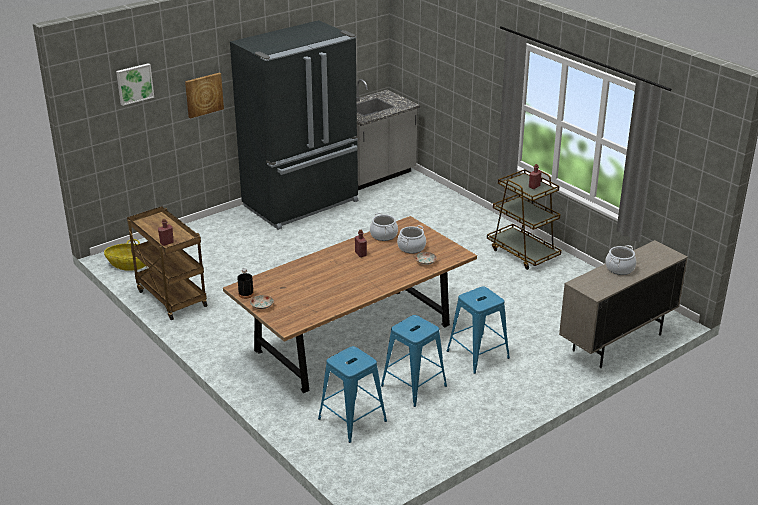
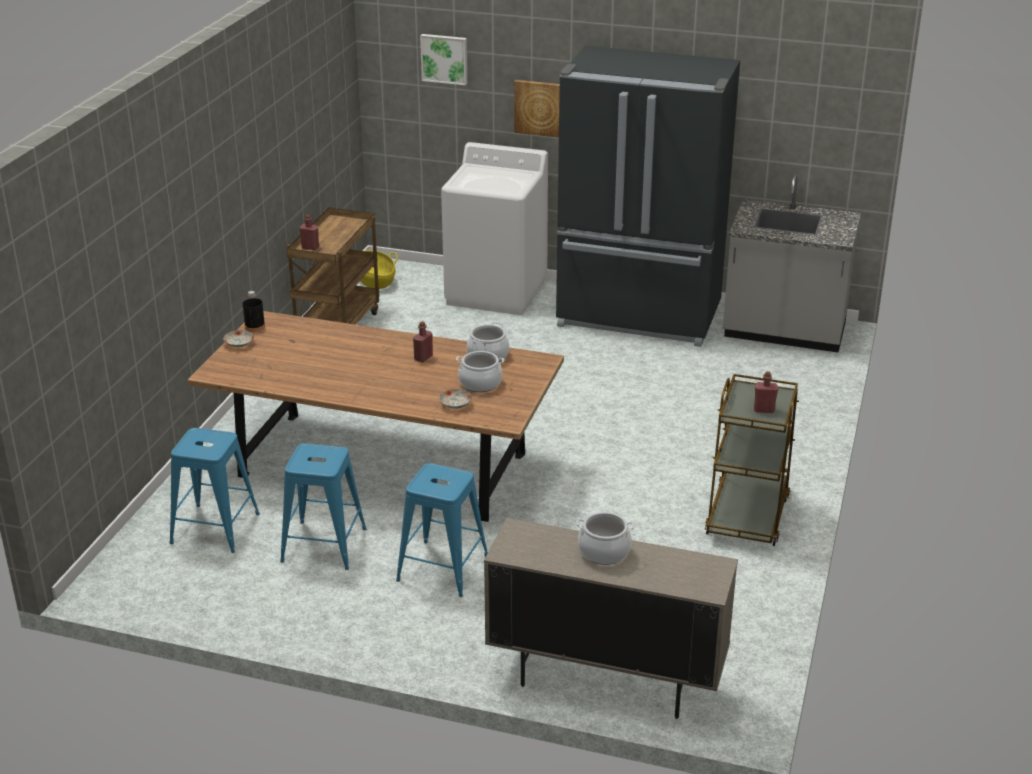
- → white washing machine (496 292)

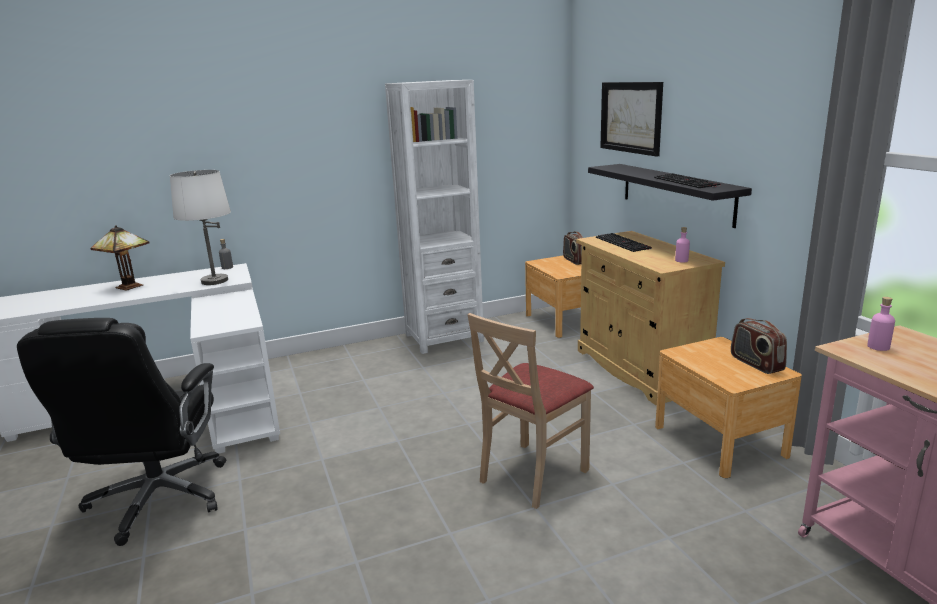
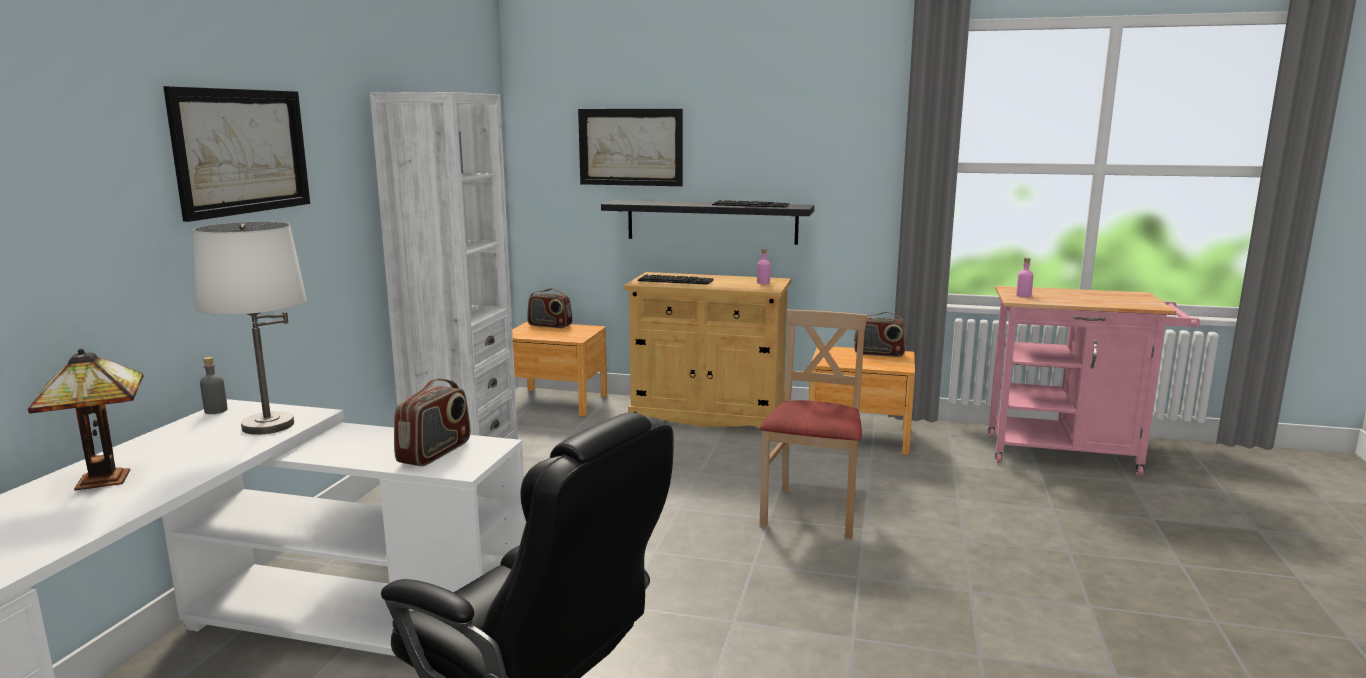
beige-coloured chair (532 474) → beige-coloured chair (812 512), 150 degrees counterclockwise
- → wall art (241 151)
- → radio (435 452)

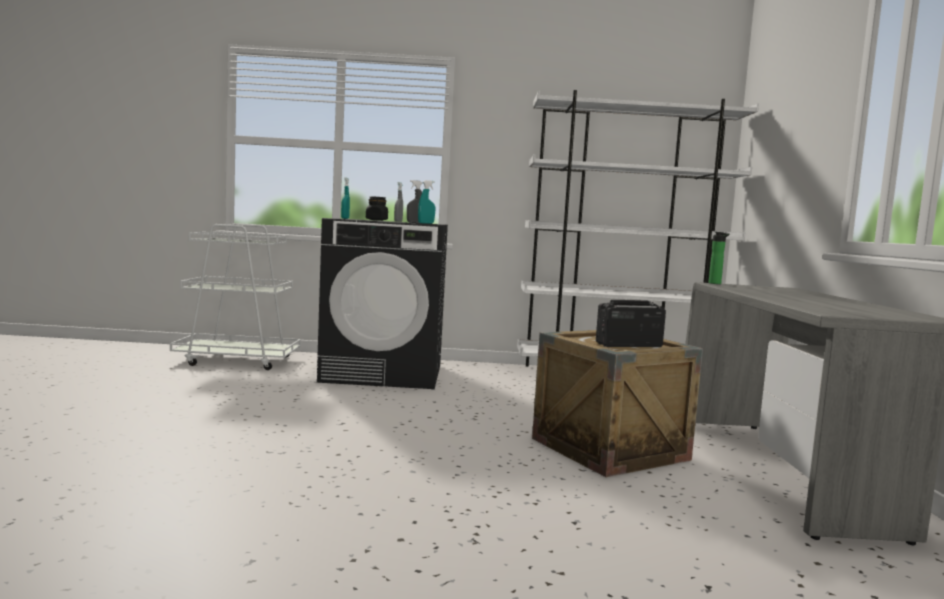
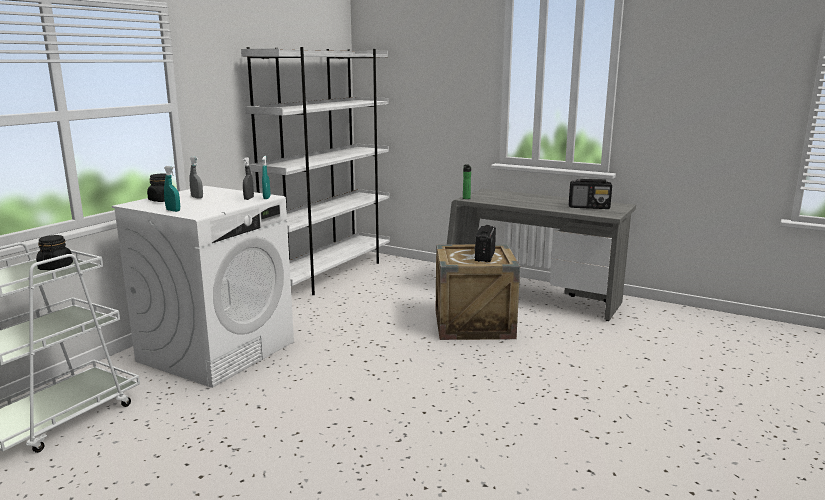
black-coloured washing machine (384 373) → white washing machine (217 351)
- → black-coloured storage jar (56 267)
- → radio (589 207)

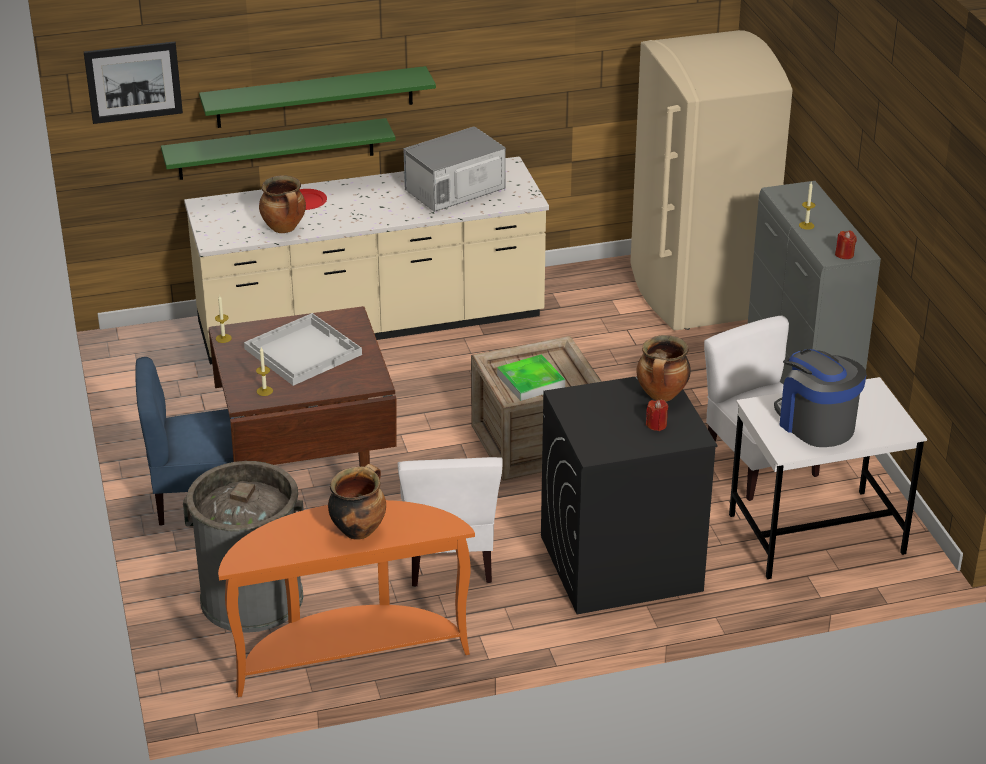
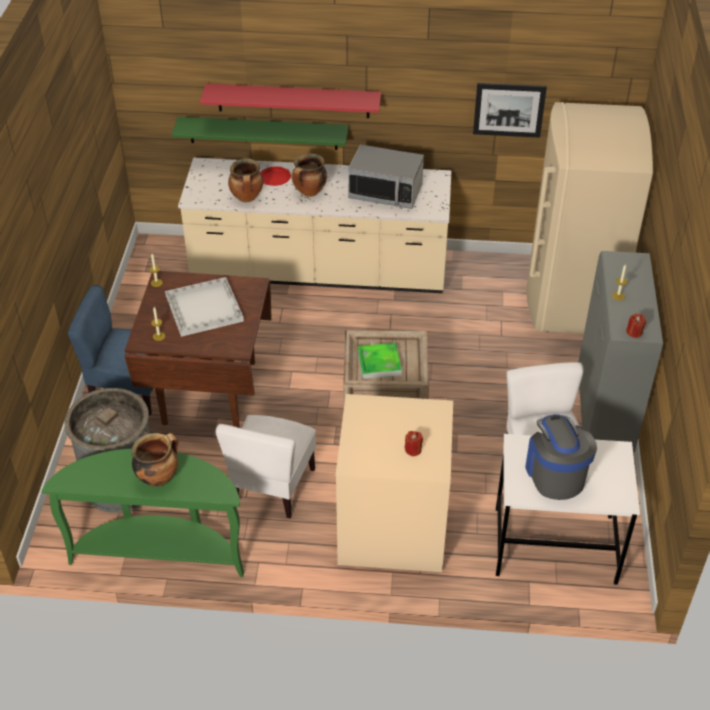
wall art (133 82) → wall art (509 109), shifted
green bracket shelf (315 97) → reddish bracket shelf (293 100)
orange-coloured hall table (348 654) → green hall table (160 551)
microwave oven (455 192) → microwave oven (385 192), 150 degrees counterclockwise
black-coloured washing machine (619 563) → beige-coloured washing machine (391 528)
cooking pot (662 395) → cooking pot (309 192), shifted

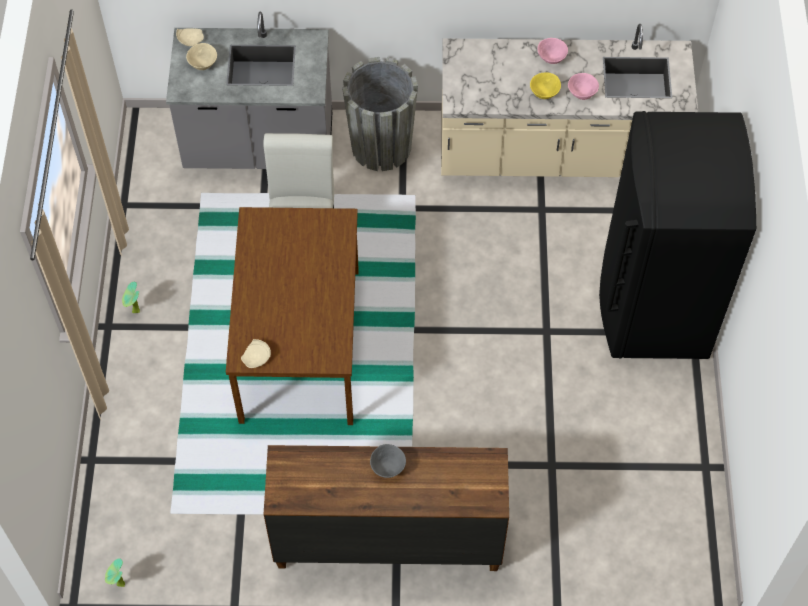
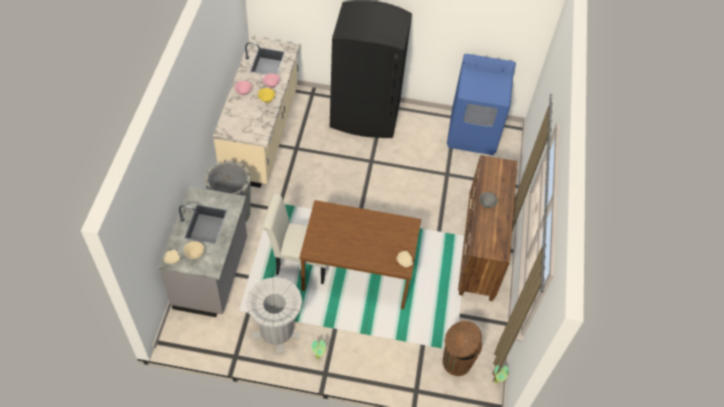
- → greyish rubbish bin (276 331)
- → brown rubbish bin (455 362)
- → bluish washing machine (473 133)

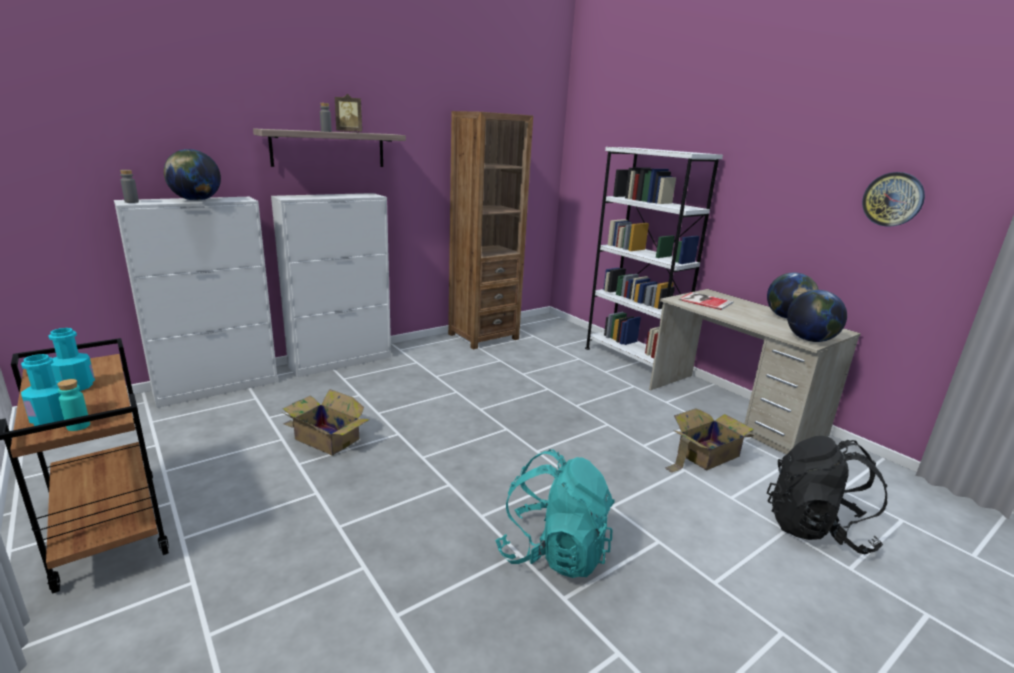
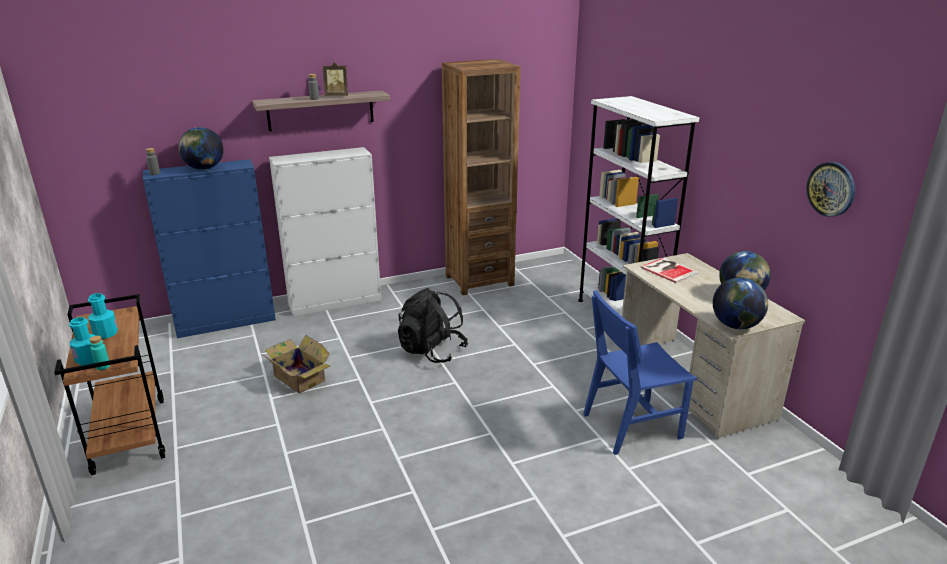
white cabinet (218 387) → bluish cabinet (226 322)
turquoise knapsack (553 552) → -
carton (705 455) → bluish chair (631 426)
black-coloured knapsack (816 529) → black-coloured knapsack (432 351), shifted

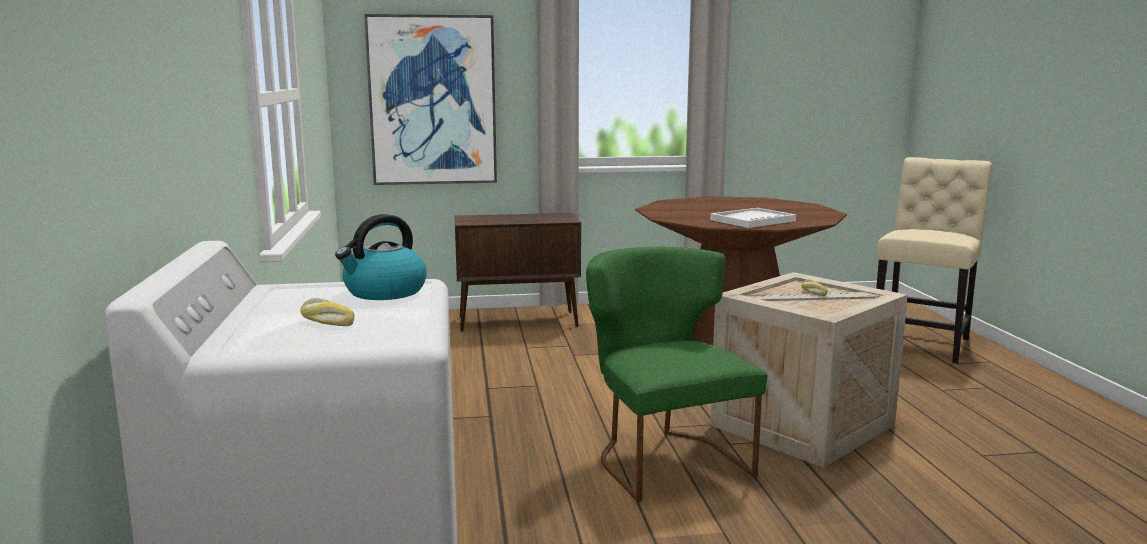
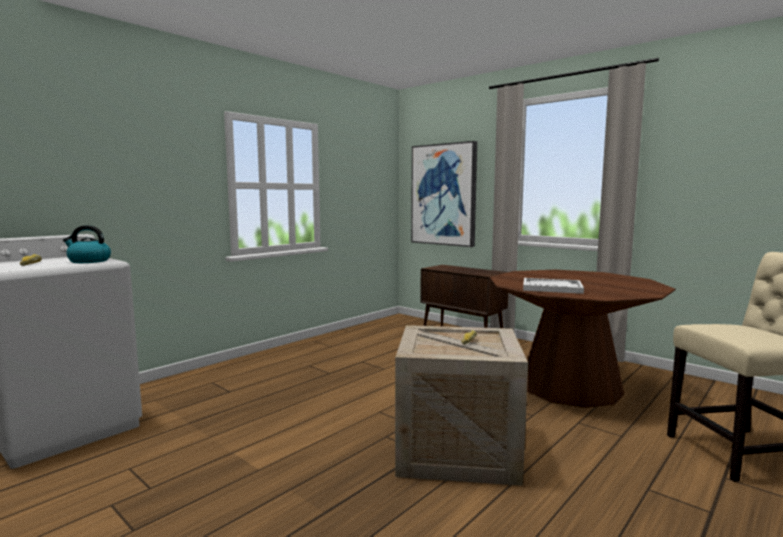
green chair (664 459) → -

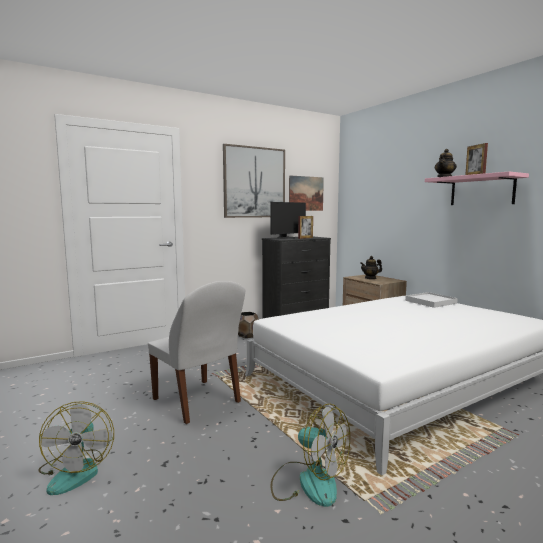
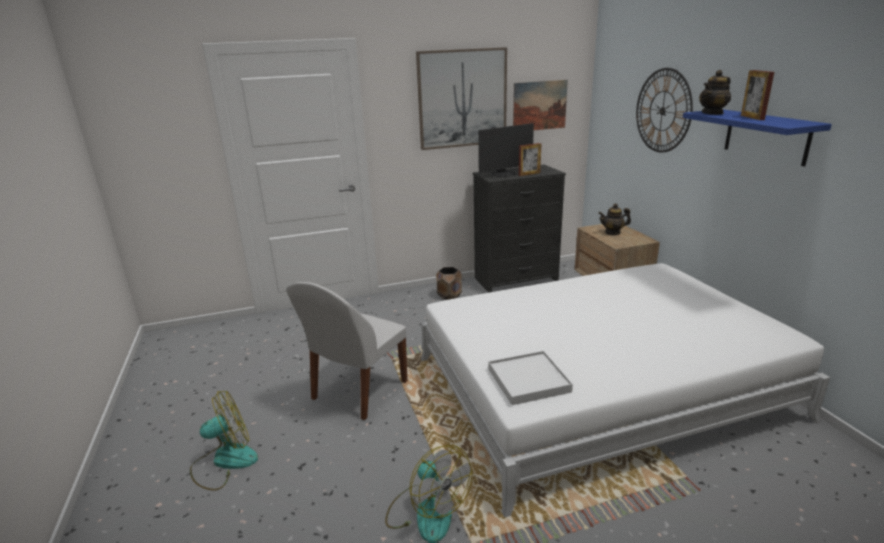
electric fan (77 471) → electric fan (224 462), 120 degrees counterclockwise
white chair (197 401) → white chair (358 391), 60 degrees clockwise
white serving tray (431 302) → white serving tray (528 380), shifted
pinkish bracket shelf (482 190) → bluish bracket shelf (766 136)
- → clock on the wall (662 111)

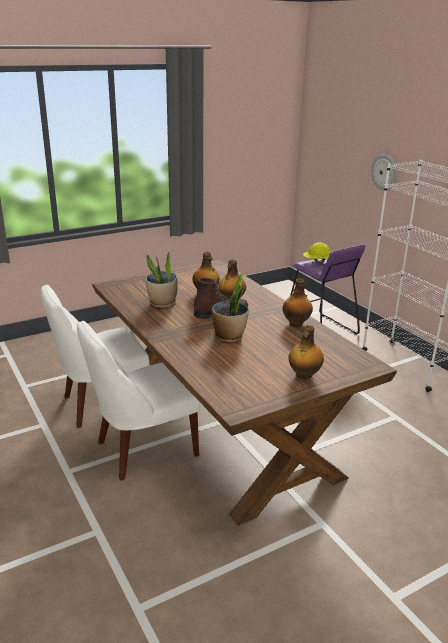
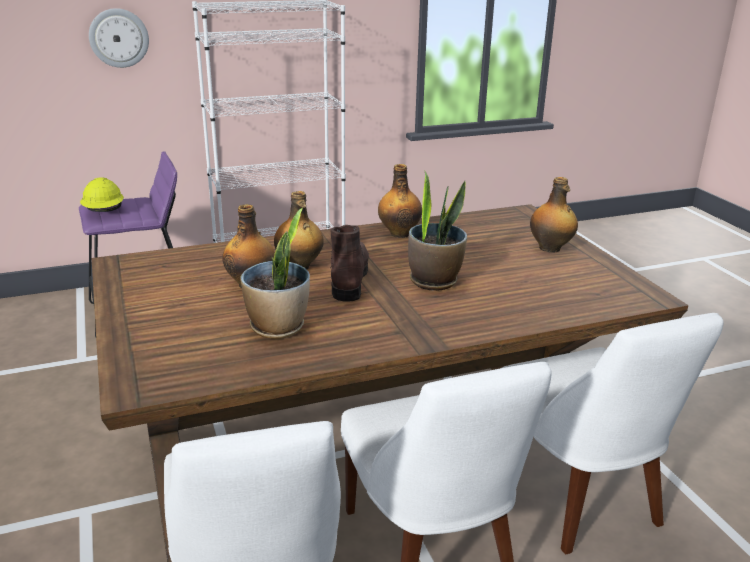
- → white chair (578 497)

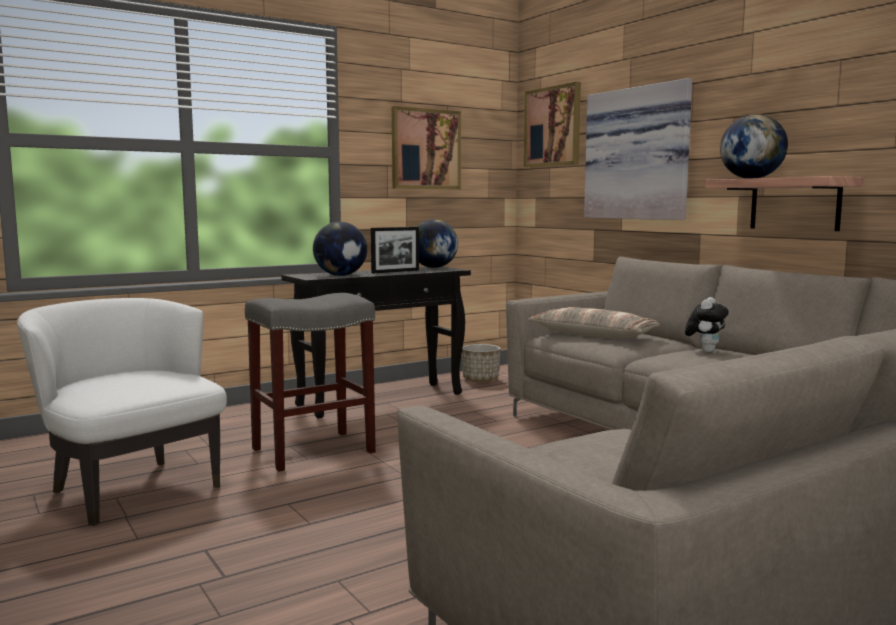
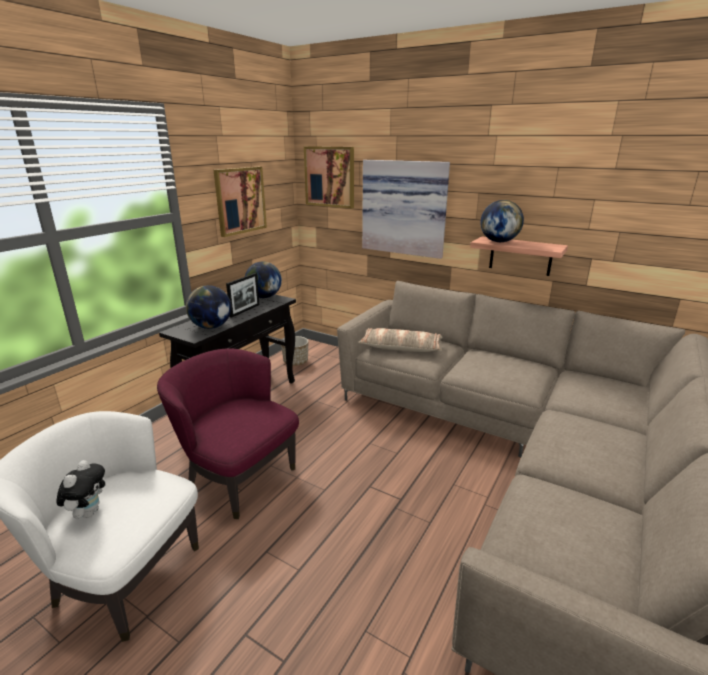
greyish sitting stool (314 450) → purplish armchair (238 477)
soft toy (705 351) → soft toy (88 512), shifted

